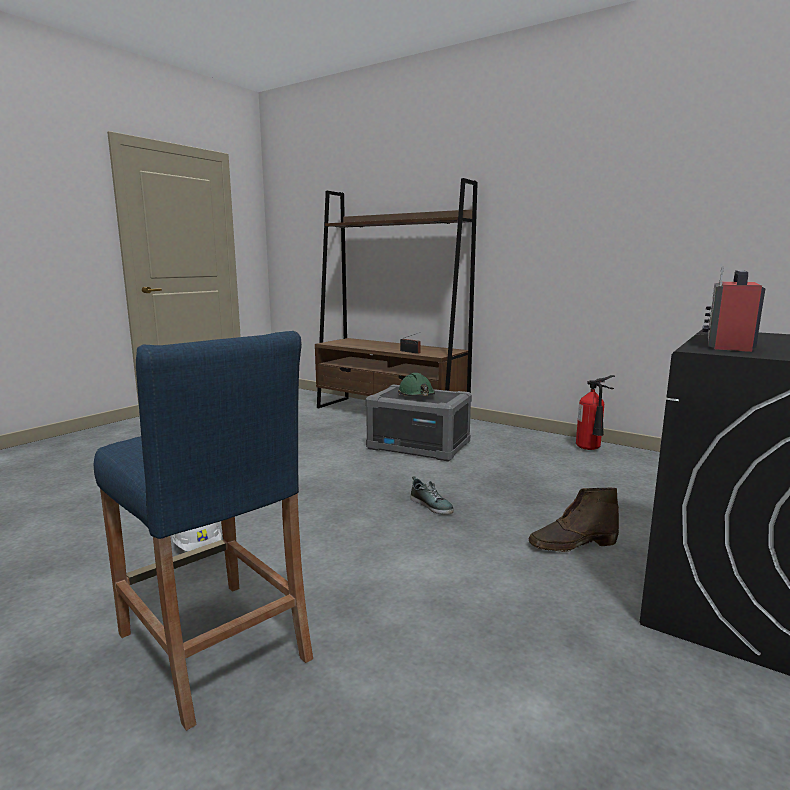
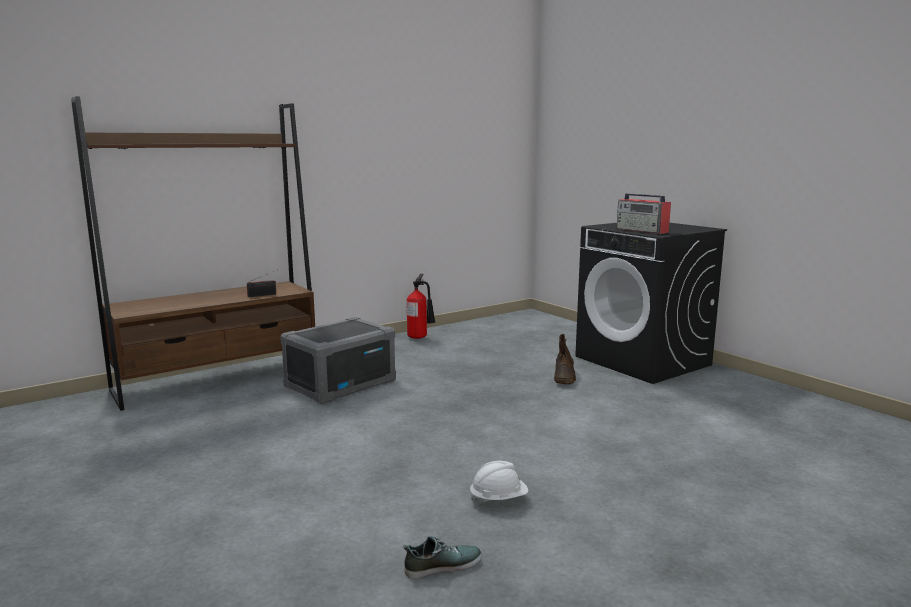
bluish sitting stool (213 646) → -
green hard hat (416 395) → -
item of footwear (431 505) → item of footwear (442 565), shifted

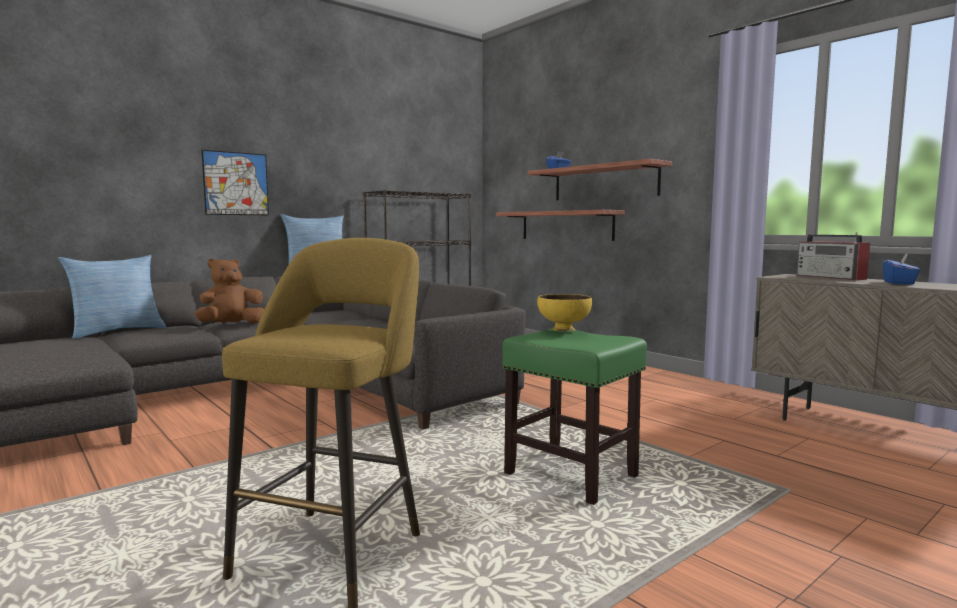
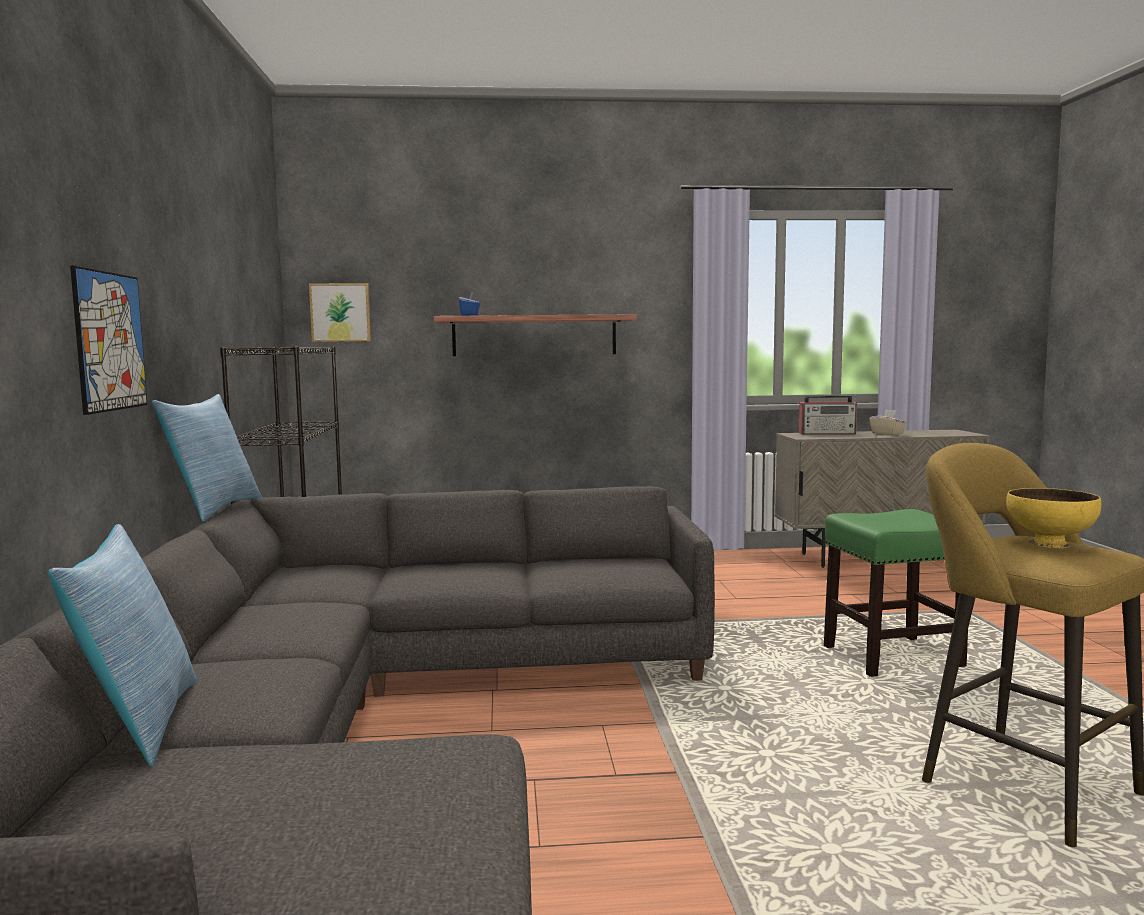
brown soft toy (231 325) → -
bracket shelf (566 225) → -
yellow serving bowl (564 329) → yellow serving bowl (1050 544), shifted
bluish tissue holder (899 283) → beige-coloured tissue holder (887 434)
- → wall art (341 312)

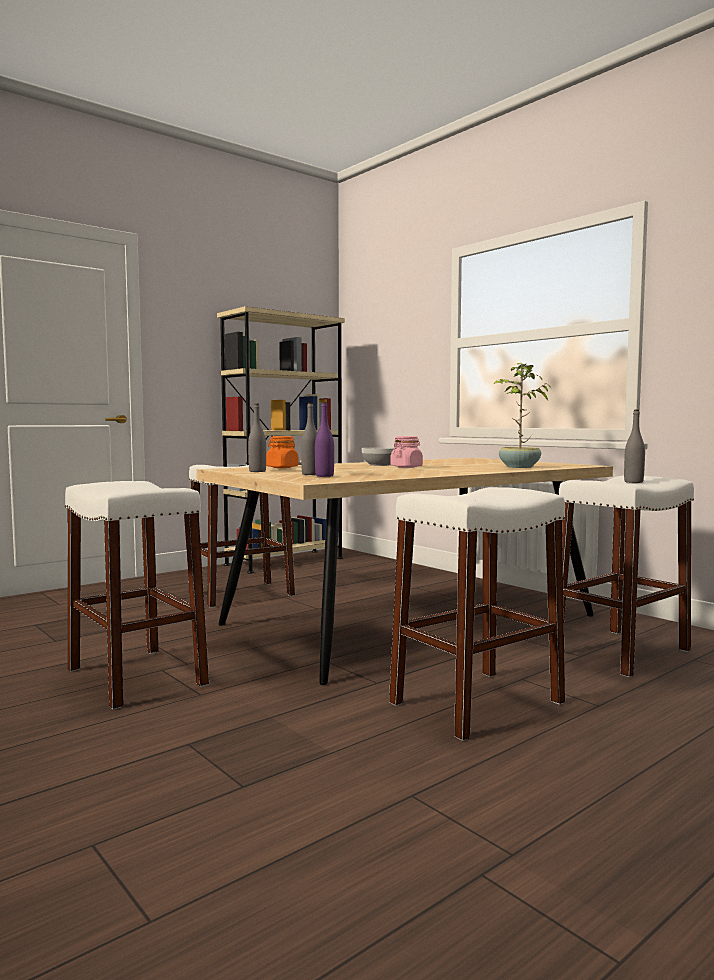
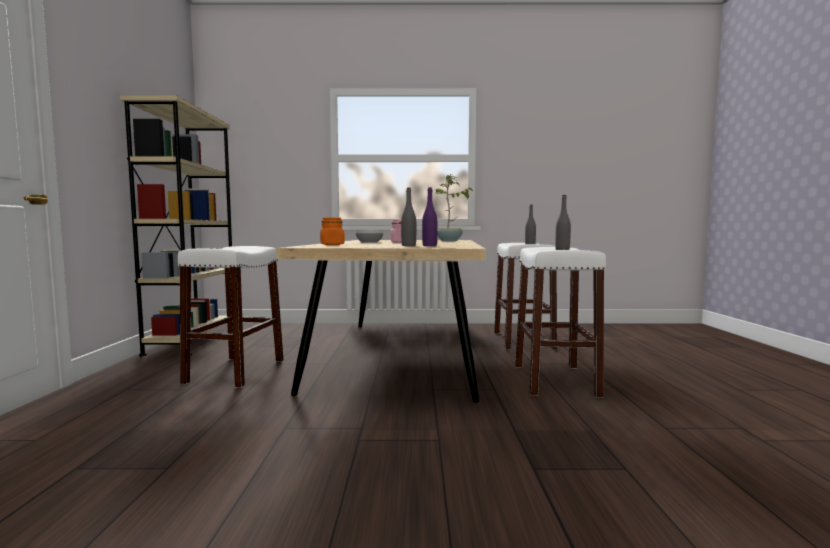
white sitting stool (136 676) → -
greyish bottle (257 471) → greyish bottle (562 250), shifted

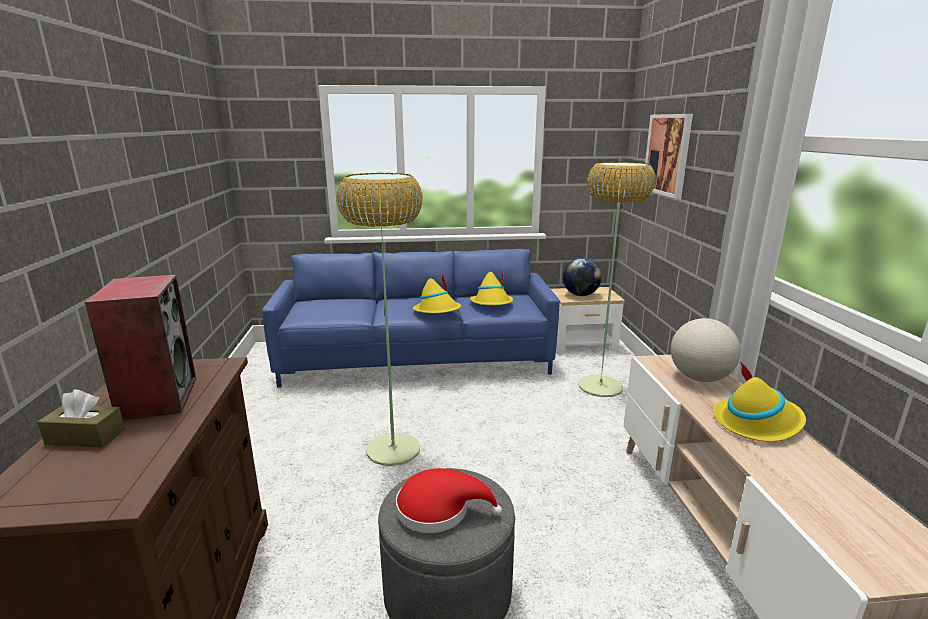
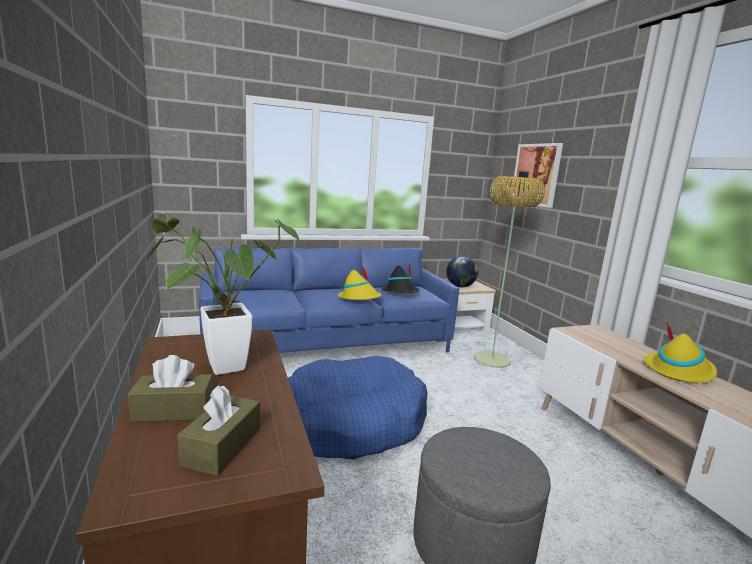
loudspeaker (157 397) → potted plant (217 368)
standing lamp (393 449) → bluish pet bed (351 422)
reddish wearable hat (439 510) → -
yellow wearable hat (492 303) → black-coloured wearable hat (400 292)
globe (699 378) → -
- → brown tissue holder (222 446)

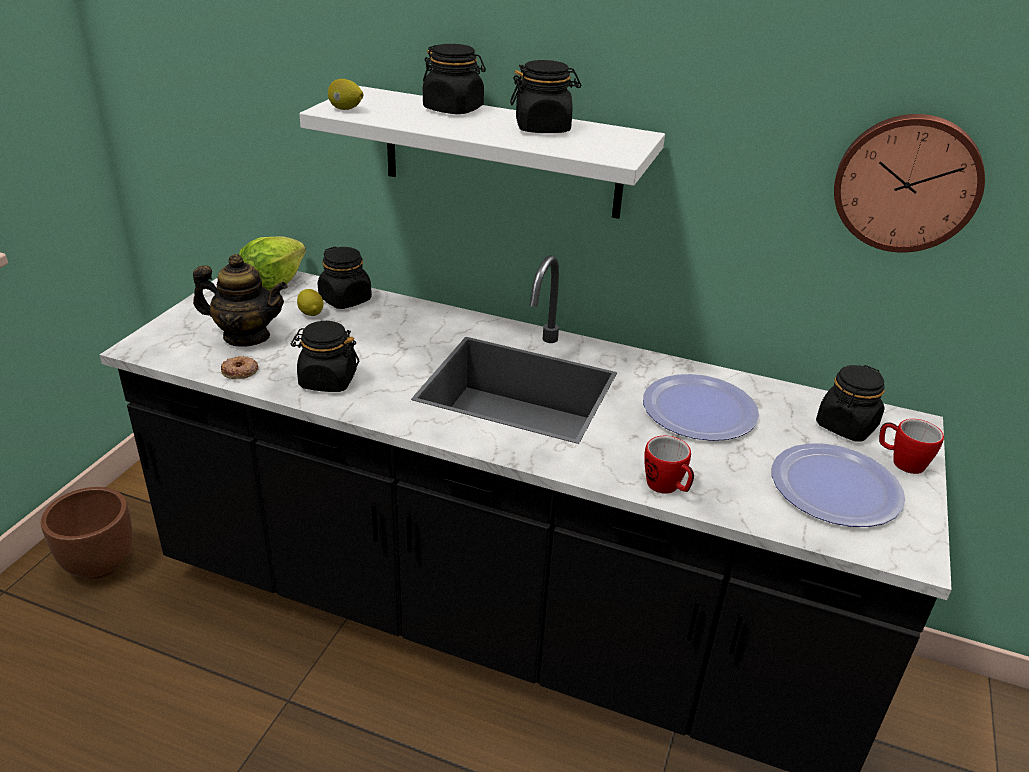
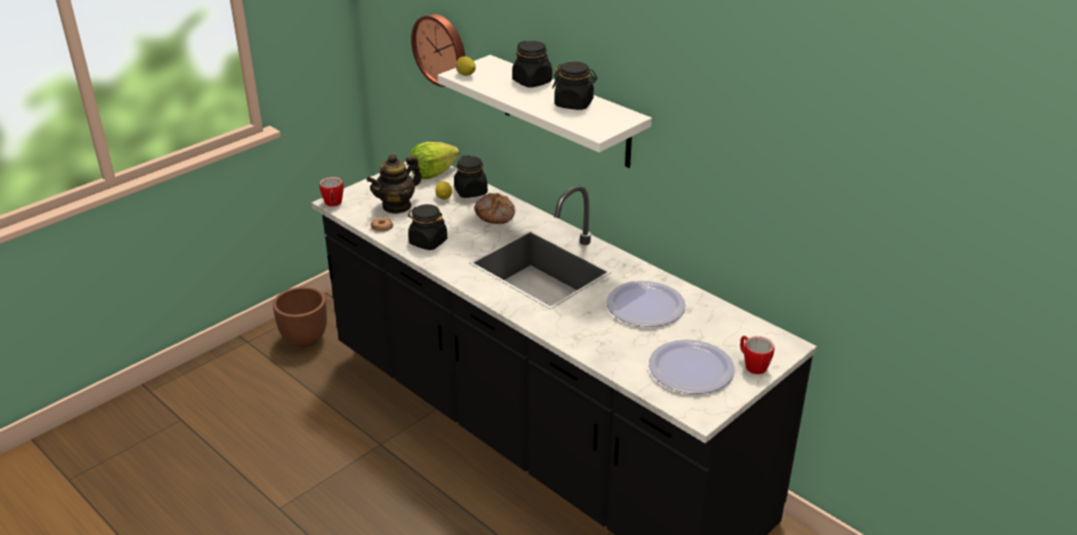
tea pot (246 337) → tea pot (397 206), 105 degrees clockwise
tea mug (667 488) → tea mug (333 204), shifted
black-coloured storage jar (846 426) → -
clock on the wall (907 182) → clock on the wall (441 49), shifted
- → bakery bread (495 215)

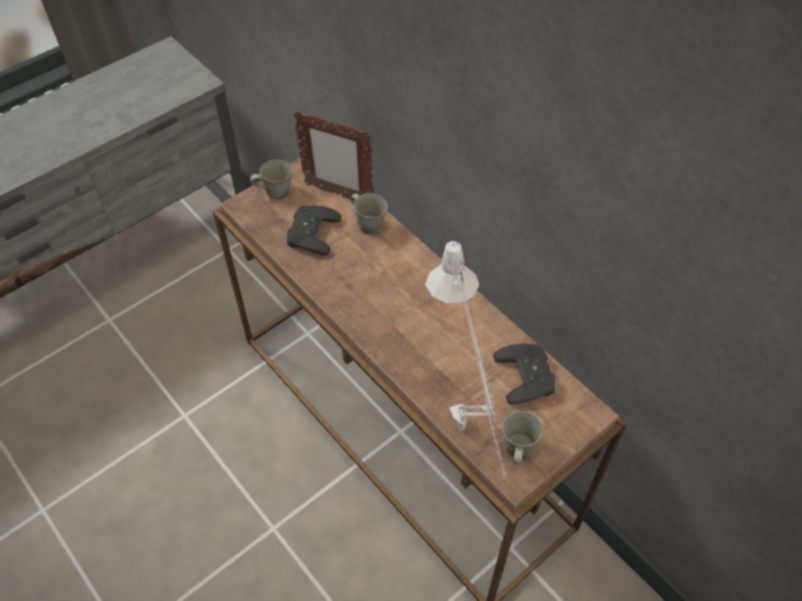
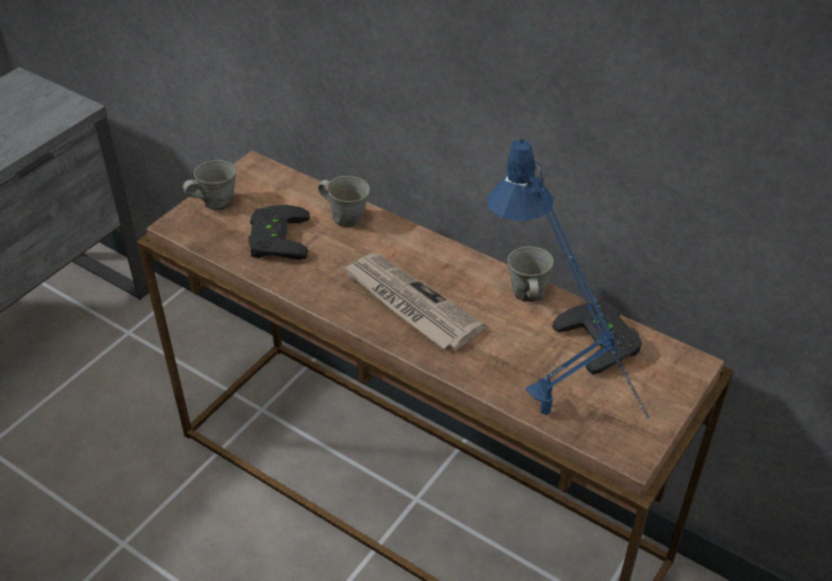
standing frame (338 194) → -
greyish tabletop lamp (465 439) → bluish tabletop lamp (554 424)
greyish tea mug (518 449) → greyish tea mug (528 294), shifted
- → newspaper (409 304)

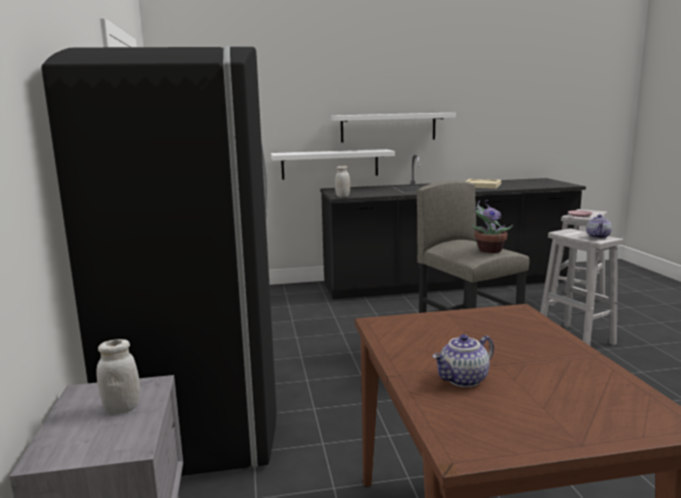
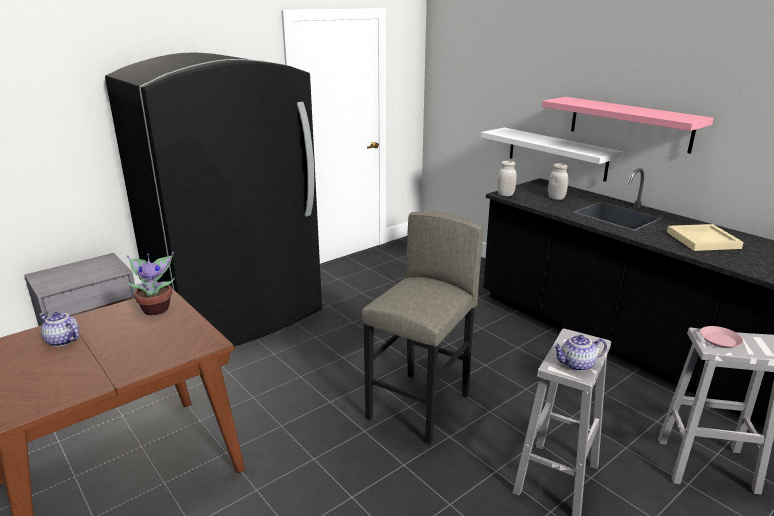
white storage jar (122 408) → white storage jar (556 198), shifted
white bracket shelf (388 127) → pinkish bracket shelf (629 123)
potted plant (488 250) → potted plant (157 308), shifted

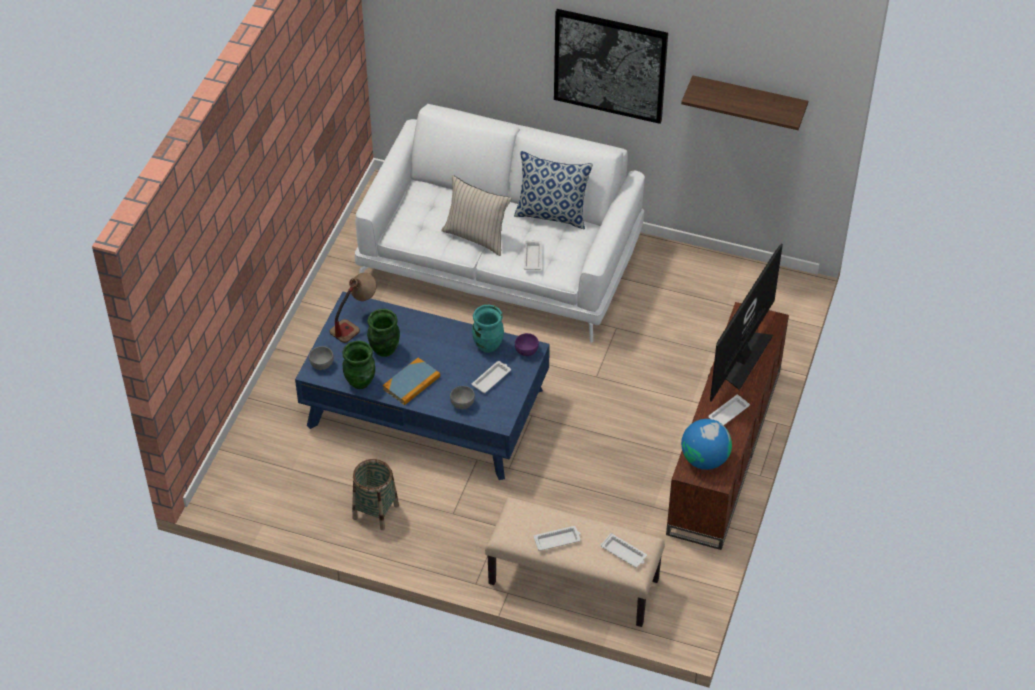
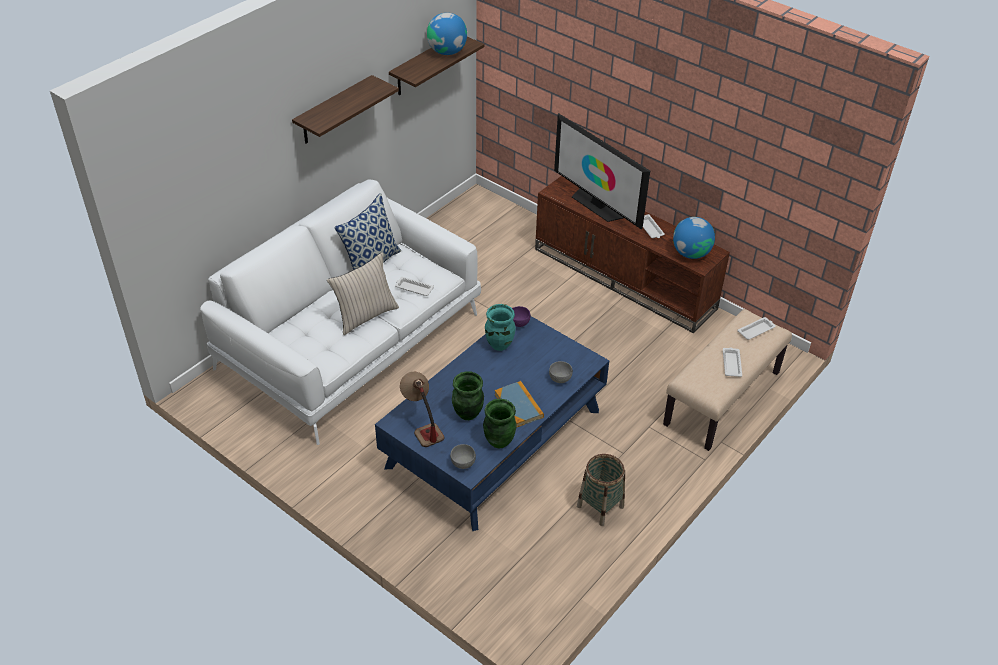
white serving tray (492 378) → -
wall art (610 65) → bracket shelf (334 111)
- → globe (447 52)

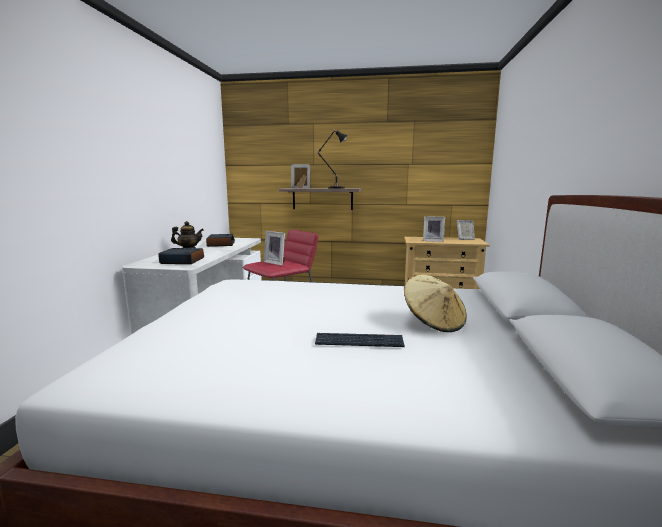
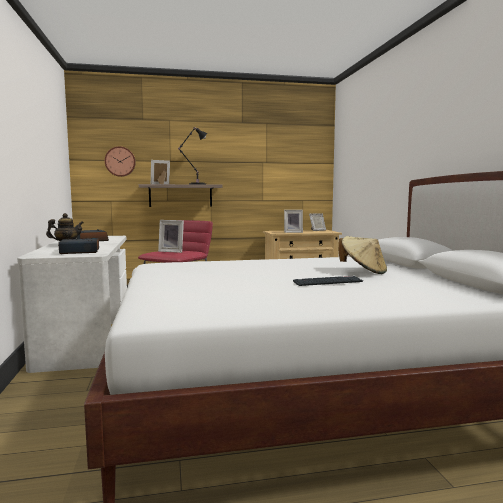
- → clock on the wall (120 161)

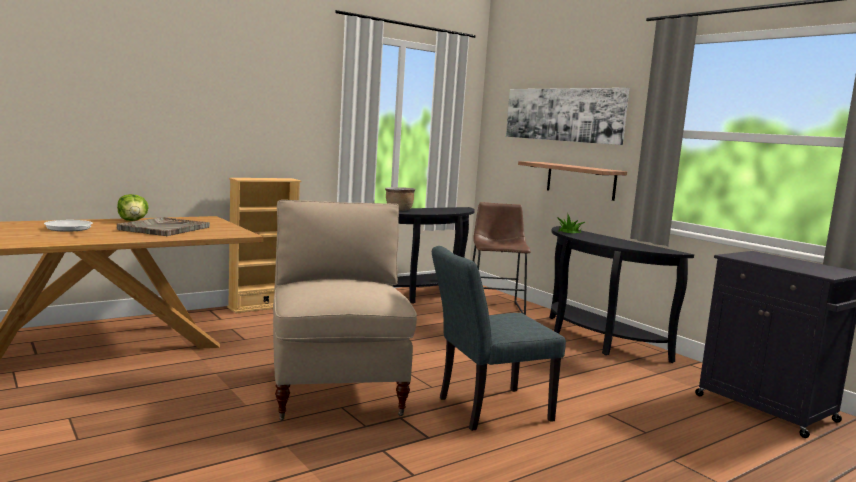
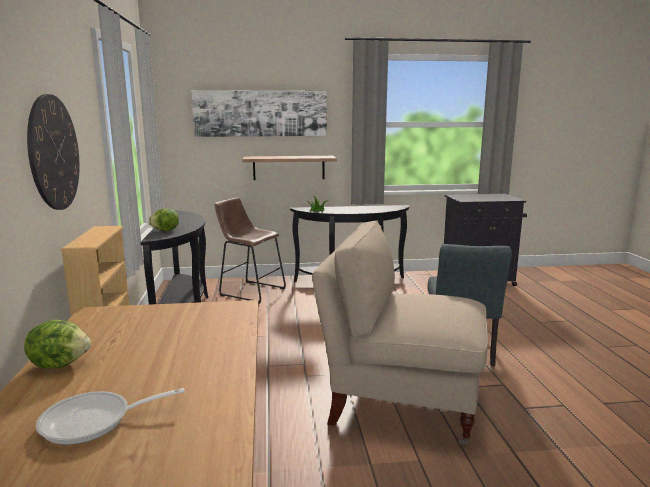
greyish serving tray (164 228) → -
brown cooking pot (399 210) → lettuce (165 230)
- → clock on the wall (54 153)

